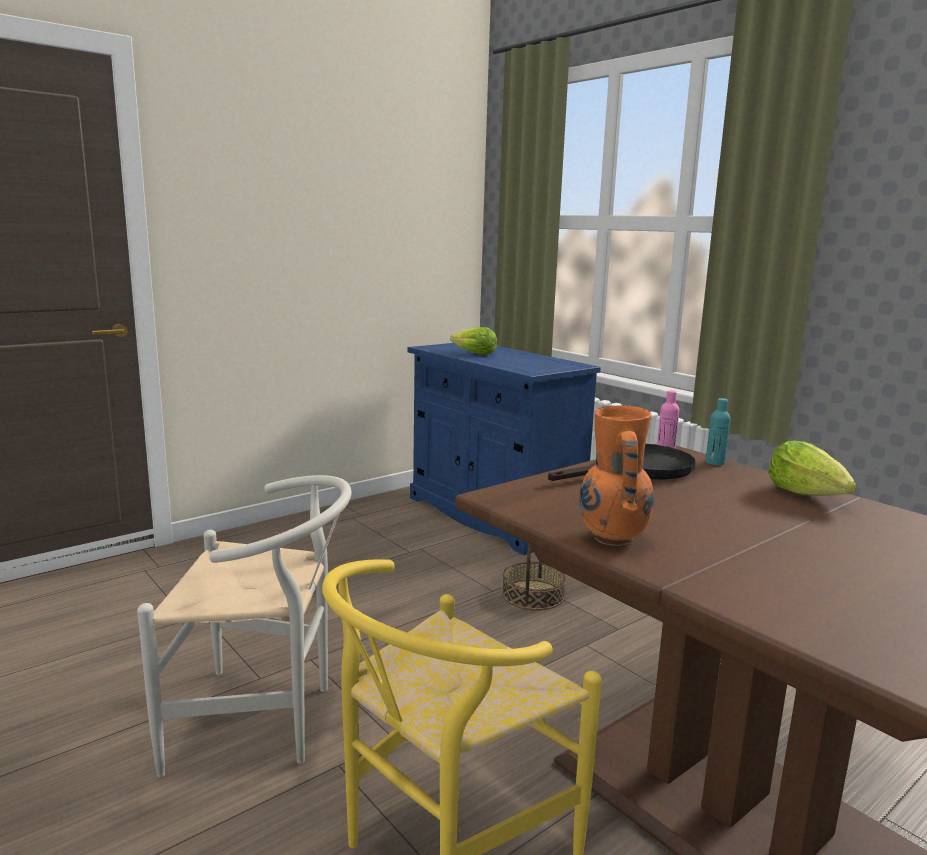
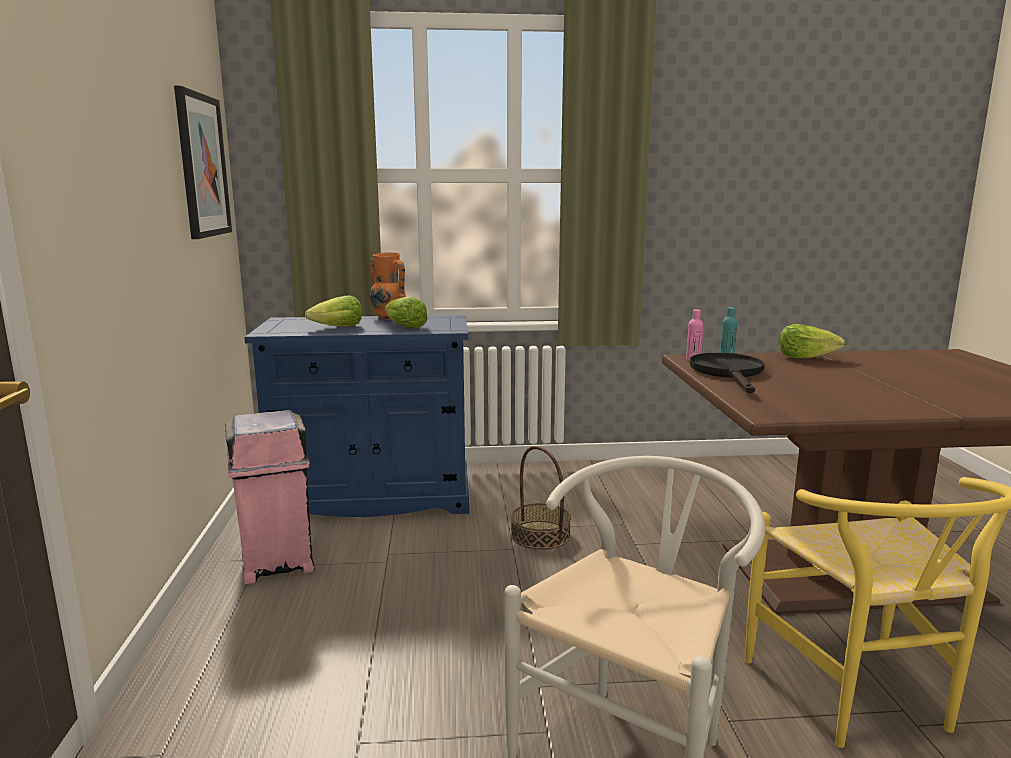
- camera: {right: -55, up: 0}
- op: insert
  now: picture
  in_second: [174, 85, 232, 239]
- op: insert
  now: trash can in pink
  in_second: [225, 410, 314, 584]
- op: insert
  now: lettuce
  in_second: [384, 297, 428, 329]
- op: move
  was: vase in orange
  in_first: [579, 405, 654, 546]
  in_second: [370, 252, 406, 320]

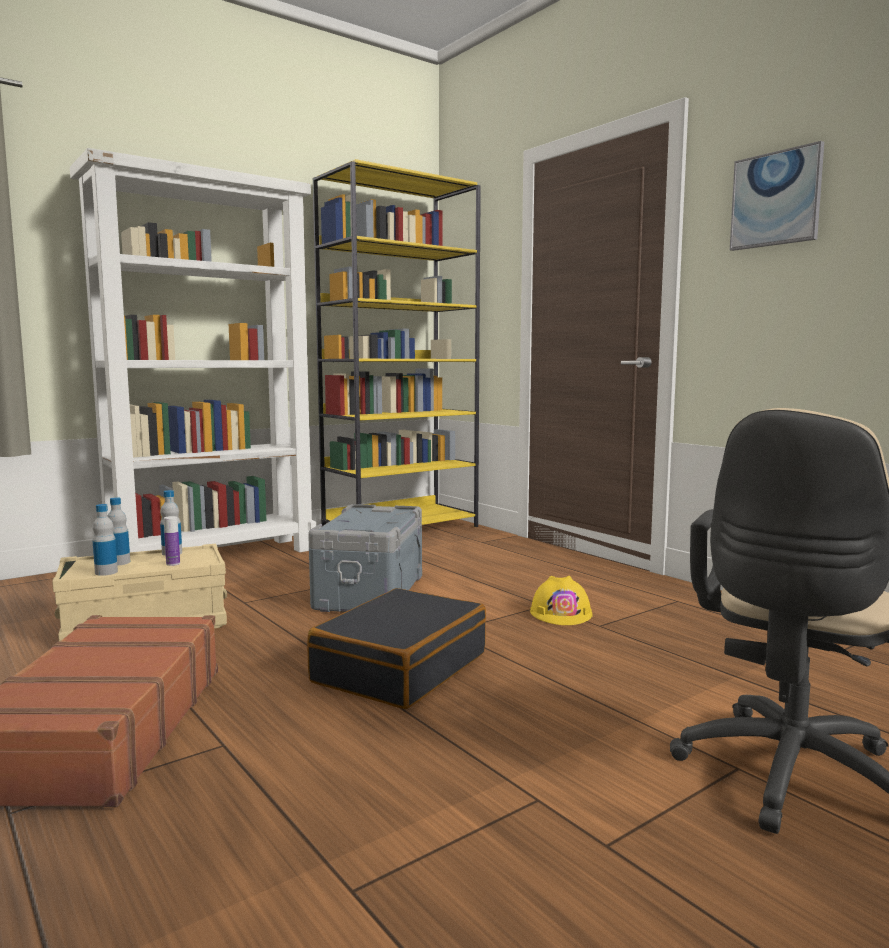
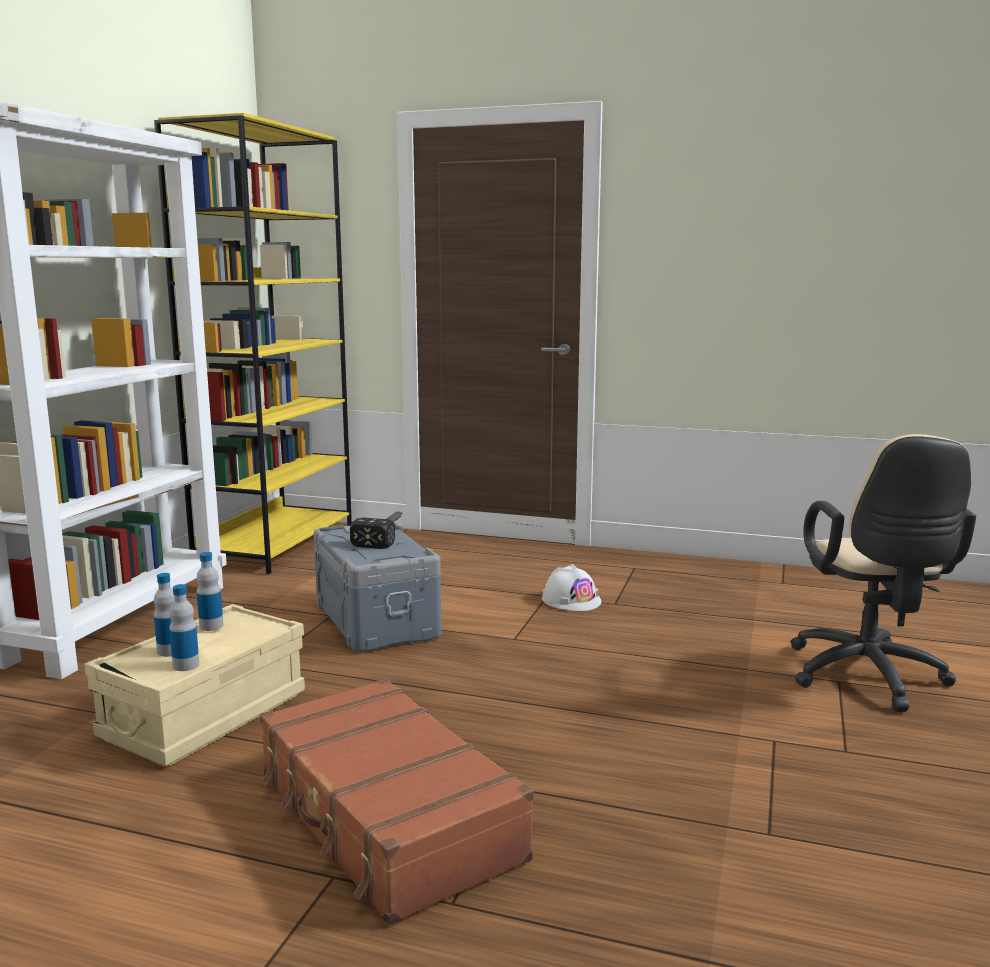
- camera: {right: -35, up: 5}
- op: delete
  was: bottle
  in_first: [164, 516, 180, 566]
- op: delete
  was: suitcase in black
  in_first: [307, 588, 486, 709]
- op: delete
  was: picture
  in_first: [730, 141, 824, 251]
- op: insert
  now: hammer
  in_second: [350, 511, 402, 549]
- op: recolor
  was: hard hat in yellow
  now: hard hat in white
  in_first: [530, 576, 593, 625]
  in_second: [542, 564, 601, 611]

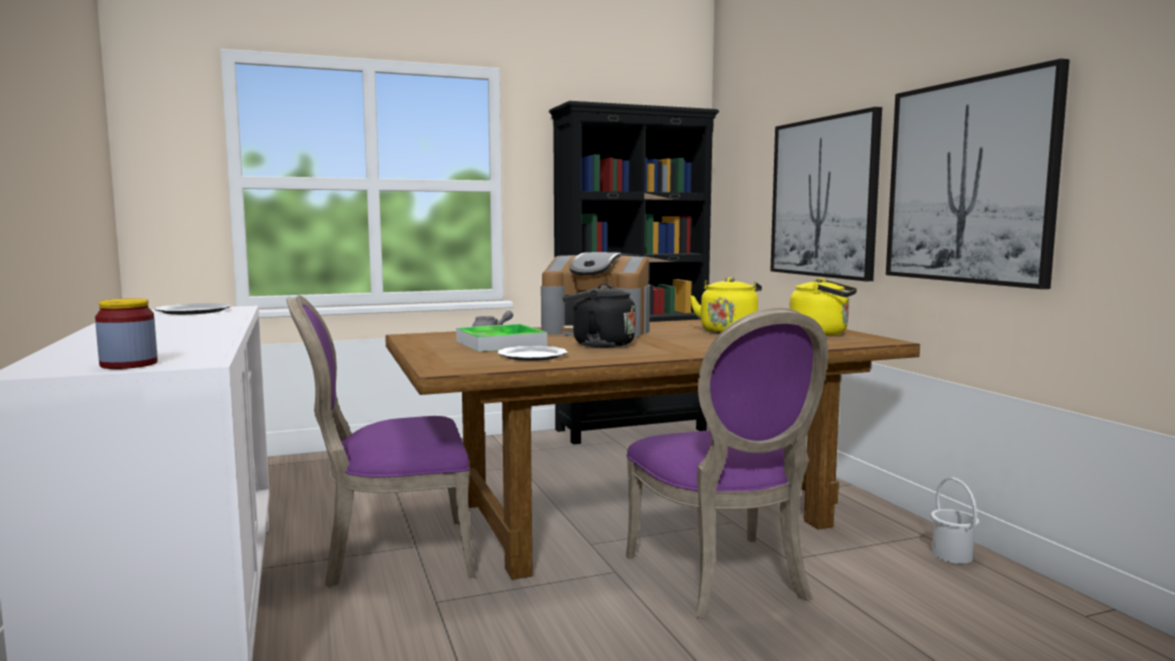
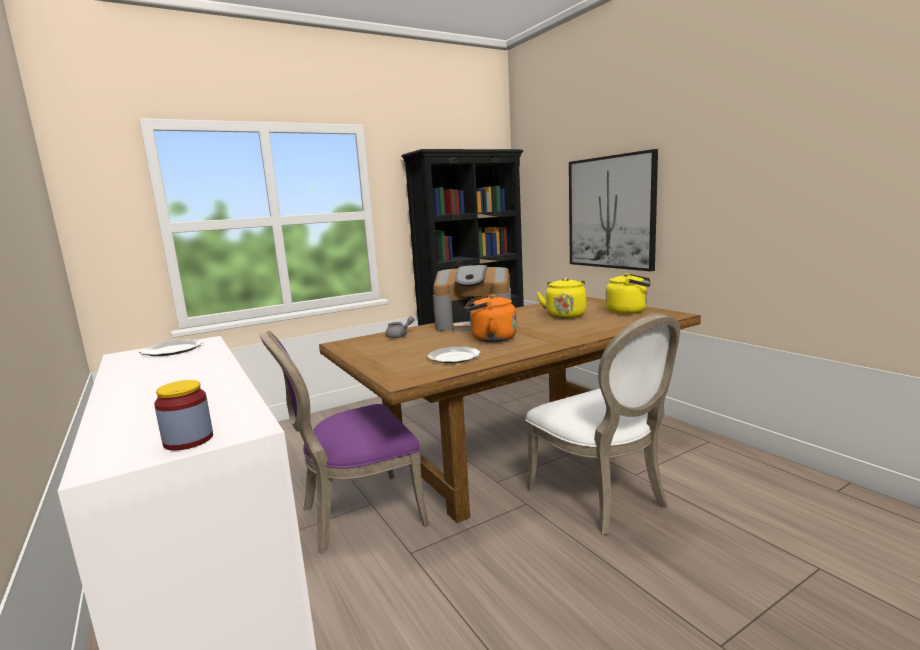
- camera: {right: -10, up: 5}
- op: delete
  was: tray
  in_first: [456, 324, 547, 352]
- op: delete
  was: picture
  in_first: [886, 58, 1070, 289]
- op: delete
  was: bucket in white
  in_first: [931, 477, 979, 564]
- op: recolor
  was: kettle in black
  now: kettle in orange
  in_first: [563, 284, 636, 348]
  in_second: [464, 294, 517, 343]
- op: recolor
  was: chair in purple
  now: chair in white
  in_first: [626, 308, 828, 619]
  in_second: [525, 313, 680, 535]

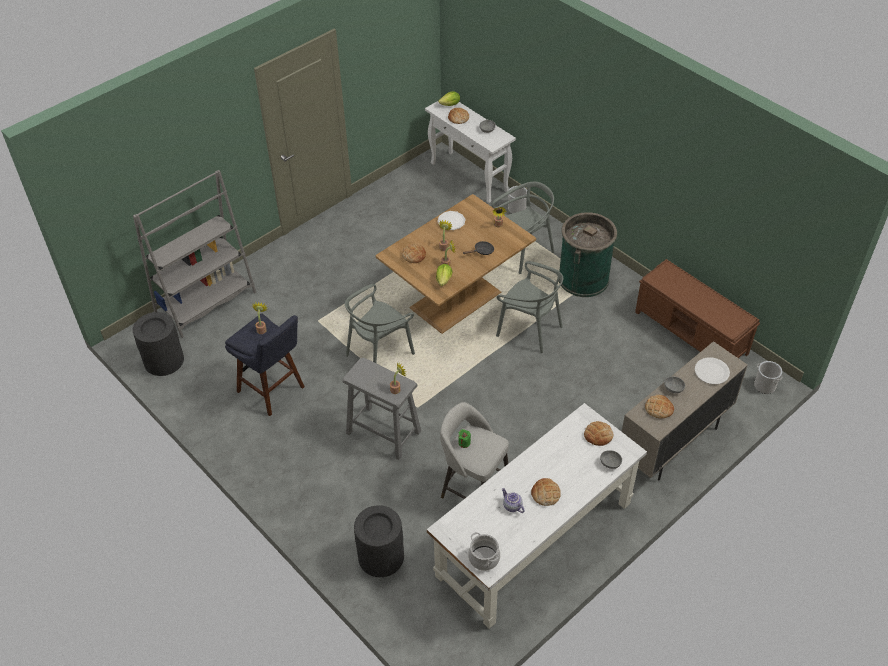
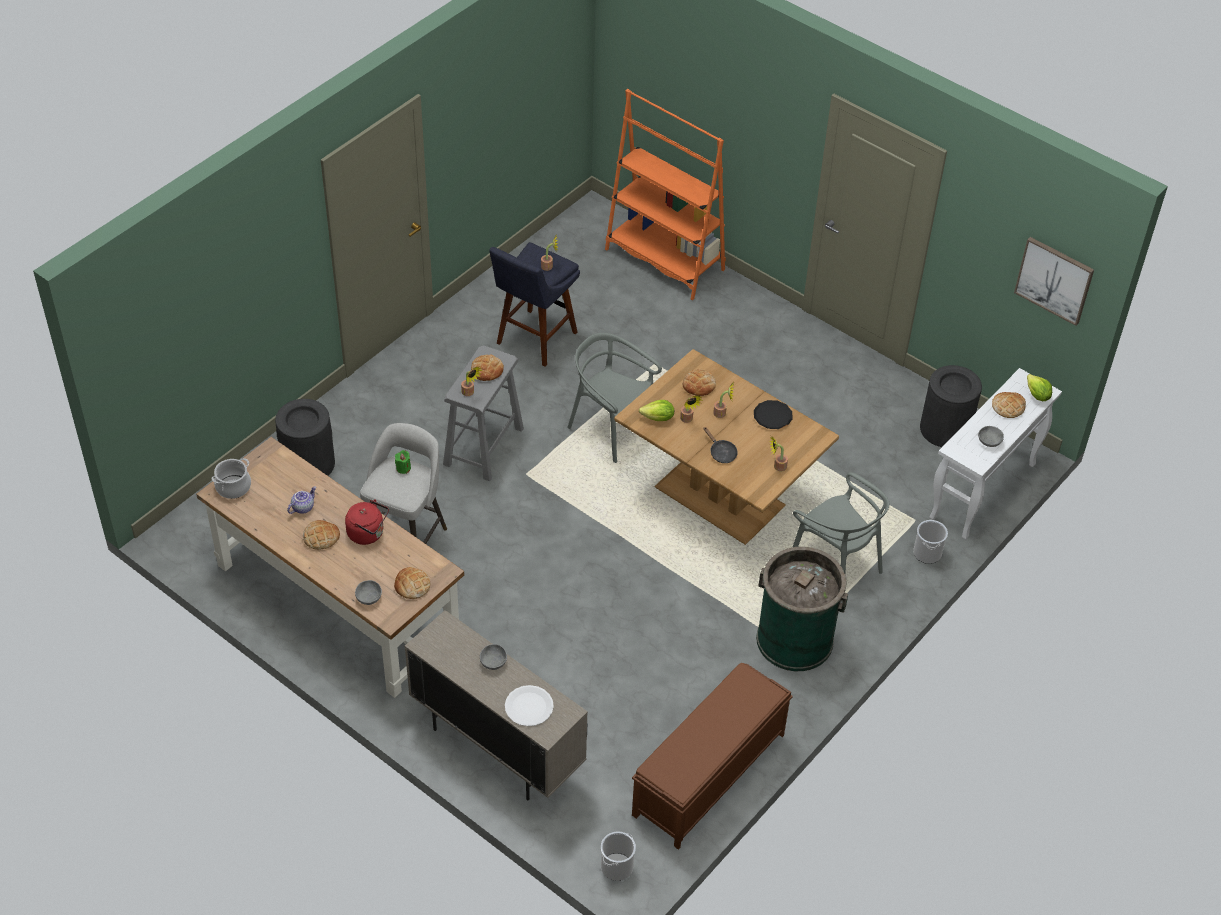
- camera: {right: 80, up: 0}
- op: delete
  was: chair in grey
  in_first: [496, 261, 563, 353]
- op: insert
  now: kettle in red
  in_second: [345, 499, 389, 545]
- op: insert
  now: picture
  in_second: [1014, 237, 1094, 326]
- op: move
  was: trash can in black
  in_first: [133, 312, 184, 376]
  in_second: [920, 365, 982, 447]
- op: move
  was: bread
  in_first: [645, 395, 674, 418]
  in_second: [471, 354, 504, 381]
- op: recolor
  was: bookcase in grey
  now: bookcase in orange
  in_first: [133, 170, 256, 338]
  in_second: [605, 89, 726, 300]
- op: recolor
  was: desk in white
  now: desk in brown
  in_first: [427, 403, 647, 629]
  in_second: [196, 437, 464, 698]
- op: recolor
  was: plate in white
  now: plate in black
  in_first: [437, 211, 466, 230]
  in_second: [754, 400, 793, 429]

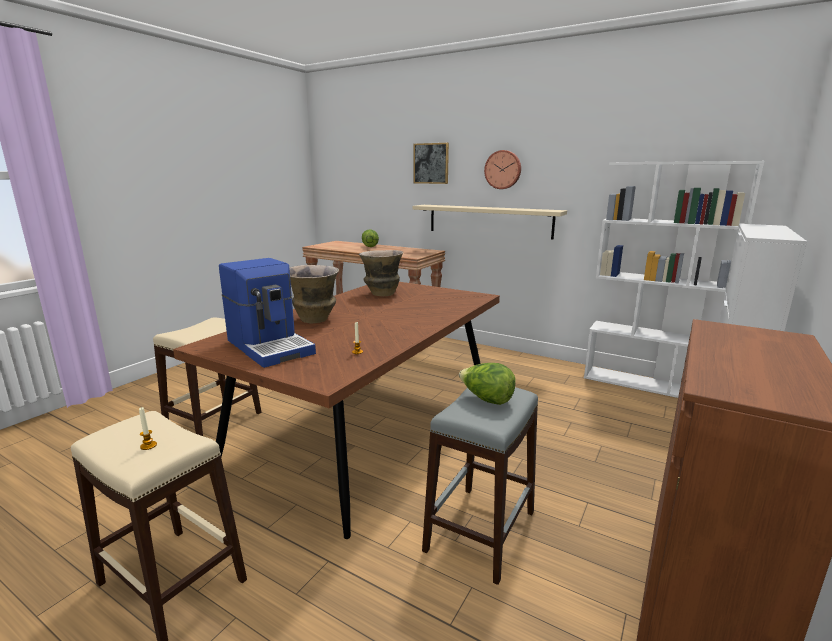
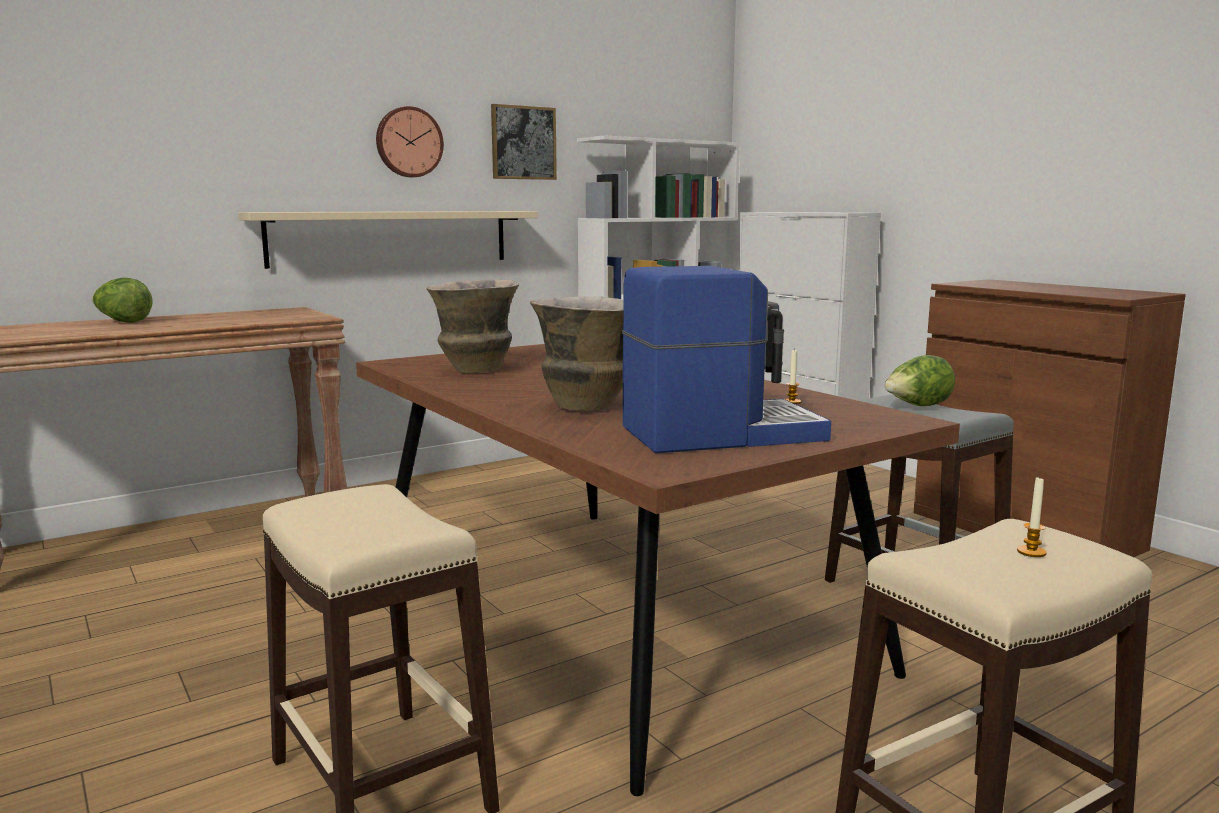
- camera: {right: -65, up: -5}
- op: move
  was: picture
  in_first: [414, 143, 449, 184]
  in_second: [491, 104, 557, 180]

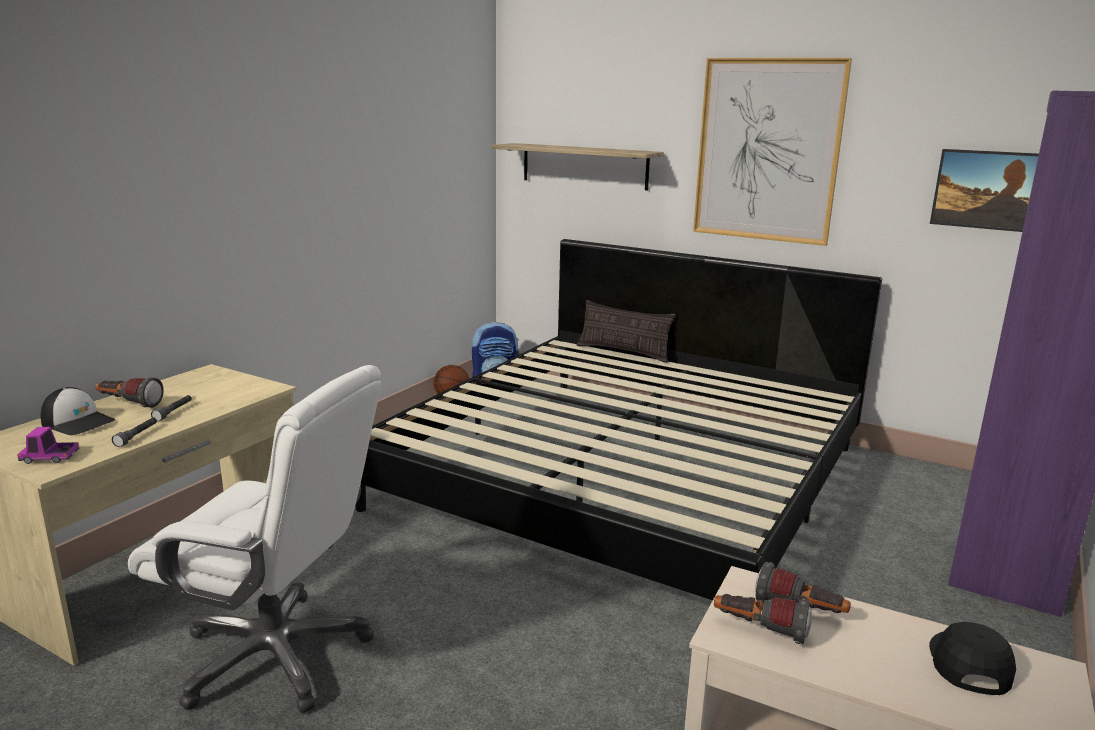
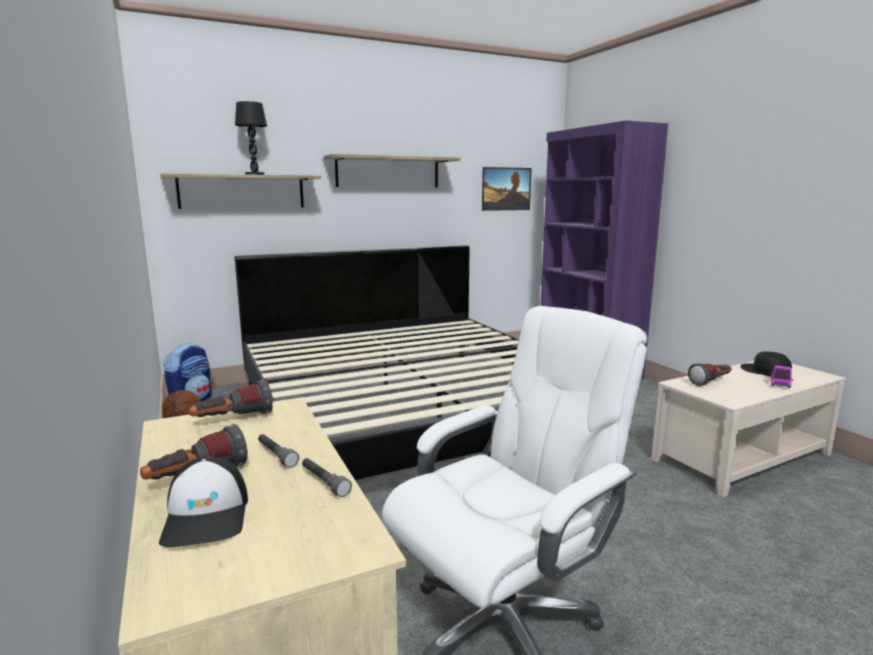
- camera: {right: -55, up: -5}
- op: delete
  was: pillow
  in_first: [577, 300, 676, 363]
- op: insert
  now: table lamp in black
  in_second: [235, 101, 267, 175]
- op: move
  was: toy truck
  in_first: [17, 427, 80, 464]
  in_second: [770, 365, 793, 388]
- op: move
  was: flashlight
  in_first: [714, 594, 812, 644]
  in_second: [189, 380, 273, 417]
- op: replace
  was: picture
  now: shelf
  in_first: [693, 58, 852, 246]
  in_second: [324, 154, 461, 187]
- op: rotate
  was: cap
  in_first: [41, 387, 116, 435]
  in_second: [159, 457, 248, 547]
  clockwise: 105

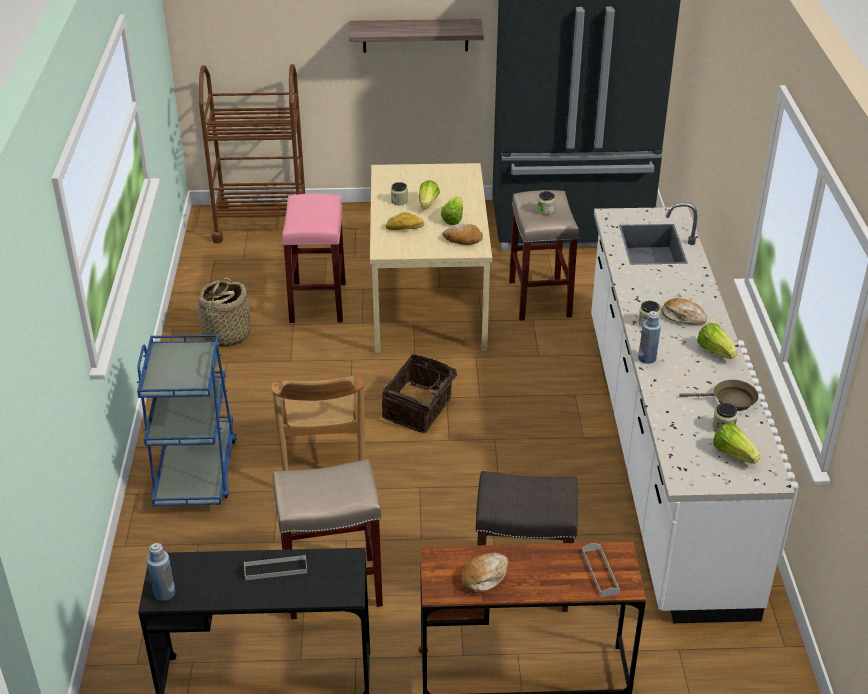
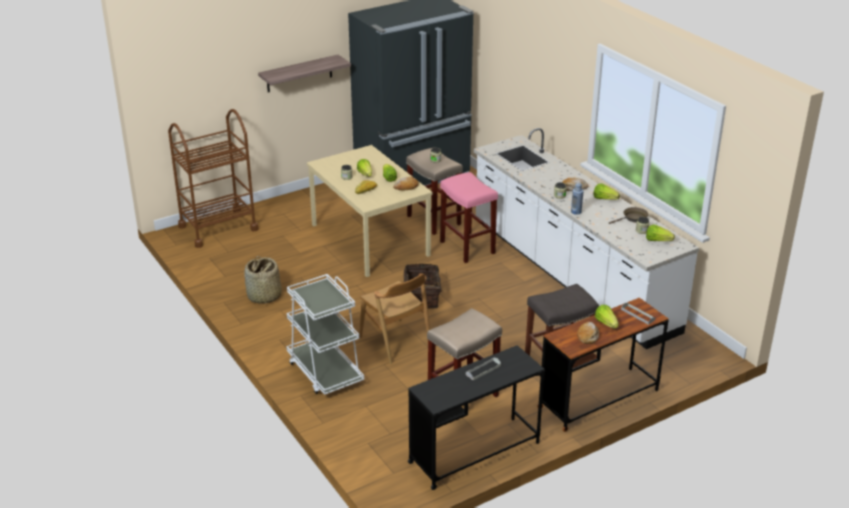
- camera: {right: -30, up: -5}
- op: delete
  was: bottle in blue
  in_first: [147, 543, 175, 601]
- op: insert
  now: lettuce
  in_second: [595, 305, 619, 329]
- op: move
  was: stool in pink
  in_first: [282, 194, 346, 323]
  in_second: [440, 172, 498, 263]
- op: recolor
  was: cart in blue
  now: cart in white
  in_first: [137, 335, 237, 506]
  in_second: [287, 274, 364, 395]

